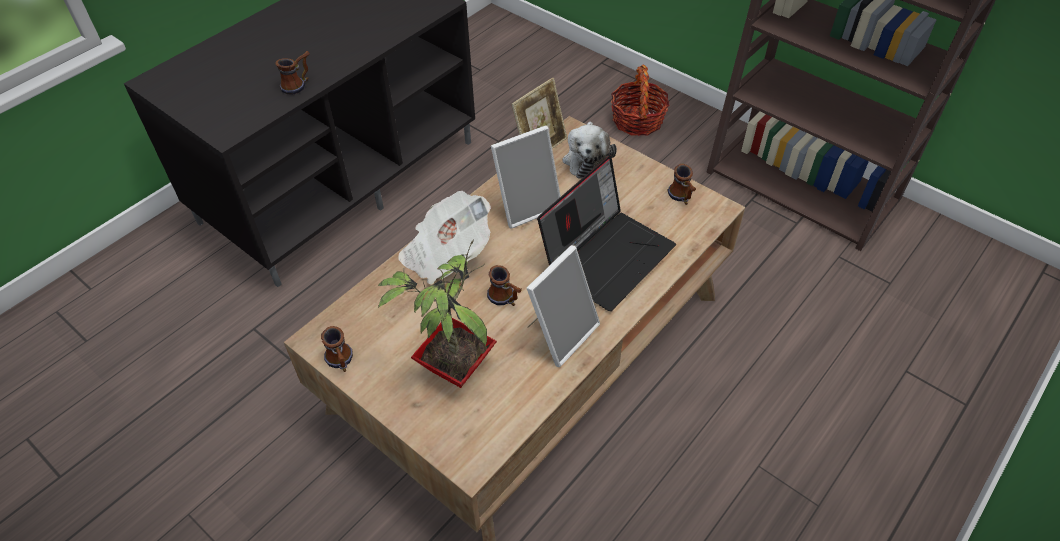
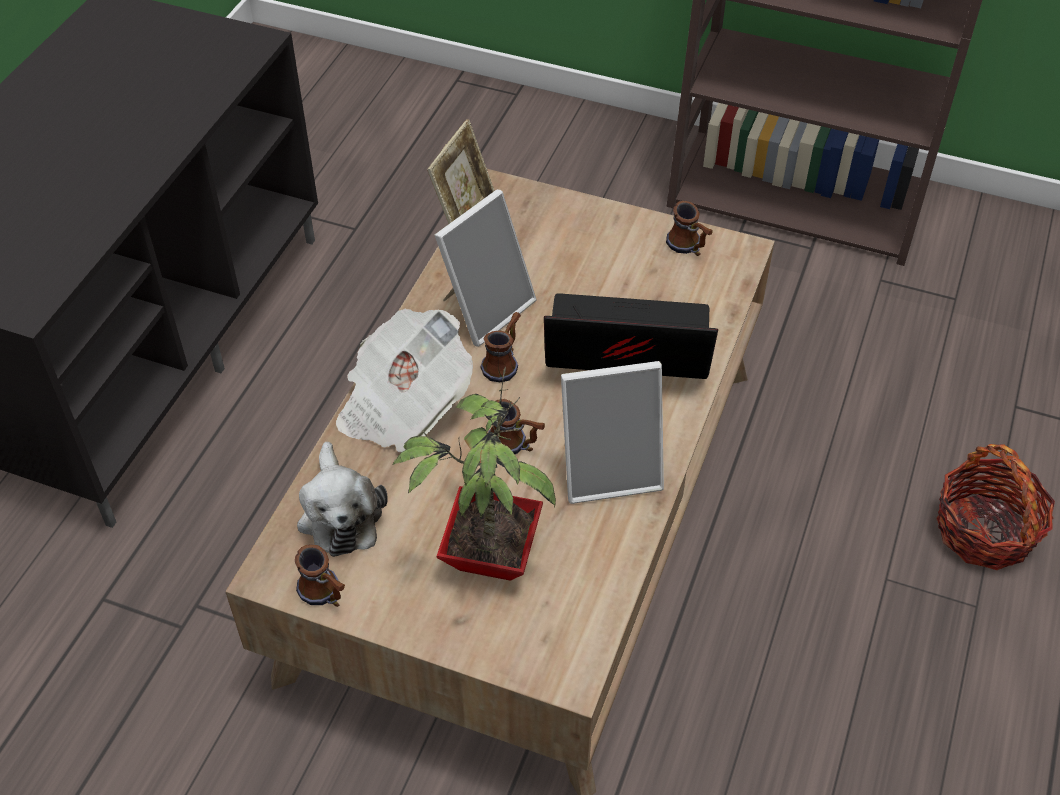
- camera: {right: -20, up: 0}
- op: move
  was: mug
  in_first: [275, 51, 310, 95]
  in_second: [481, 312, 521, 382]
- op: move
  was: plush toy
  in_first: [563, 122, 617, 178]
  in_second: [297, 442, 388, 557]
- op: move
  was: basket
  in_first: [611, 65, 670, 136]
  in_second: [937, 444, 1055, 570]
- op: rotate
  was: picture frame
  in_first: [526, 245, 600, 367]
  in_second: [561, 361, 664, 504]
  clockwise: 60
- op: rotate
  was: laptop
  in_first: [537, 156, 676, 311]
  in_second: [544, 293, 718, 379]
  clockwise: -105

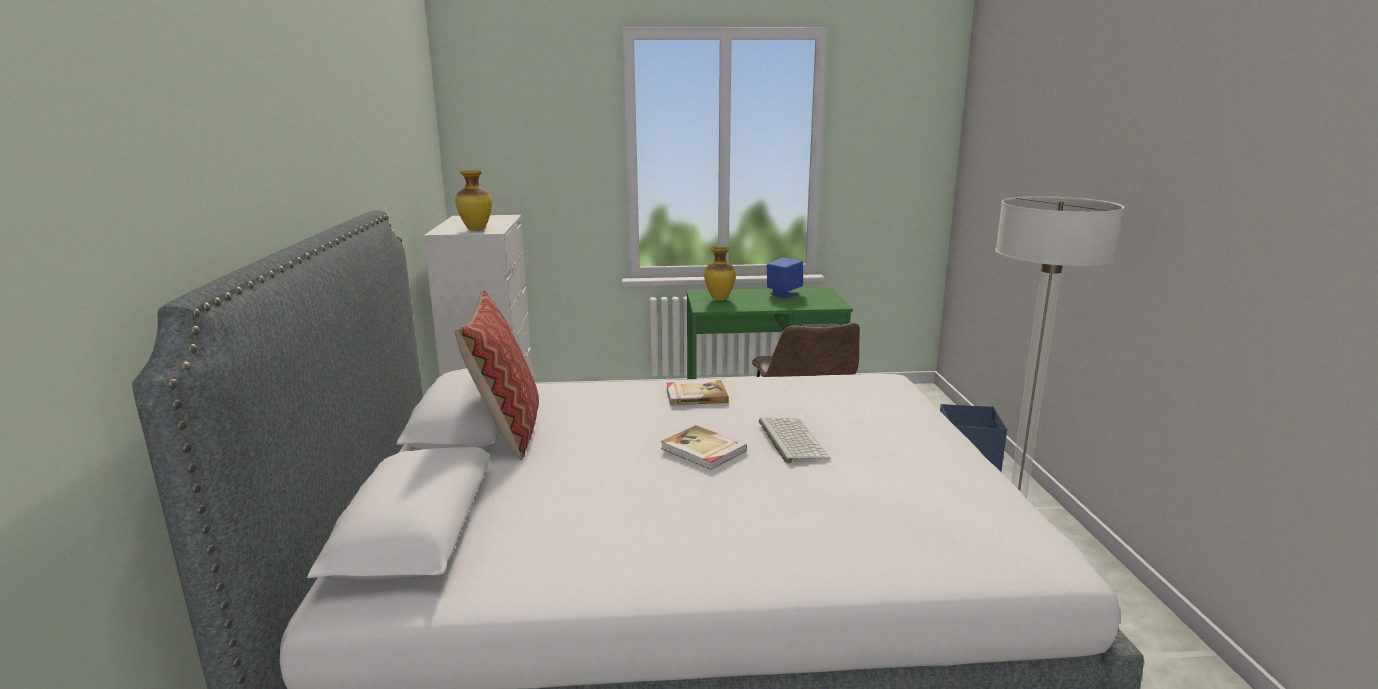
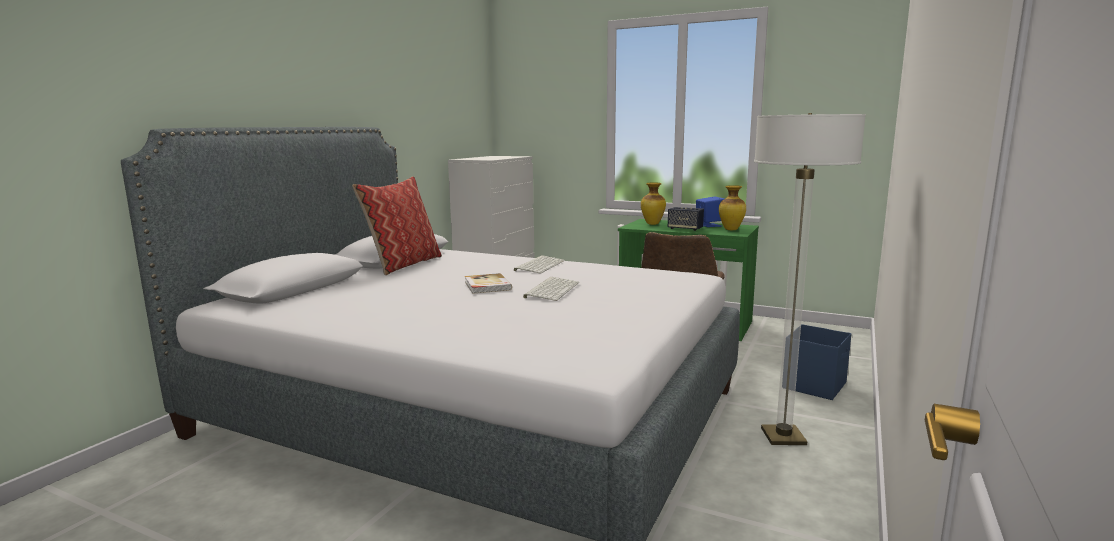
- camera: {right: 30, up: -5}
- op: insert
  now: speaker
  in_second: [668, 207, 704, 231]
- op: move
  was: vase
  in_first: [455, 170, 492, 231]
  in_second: [719, 185, 746, 230]
- op: replace
  was: book
  now: keyboard
  in_first: [666, 380, 729, 406]
  in_second: [514, 256, 565, 274]

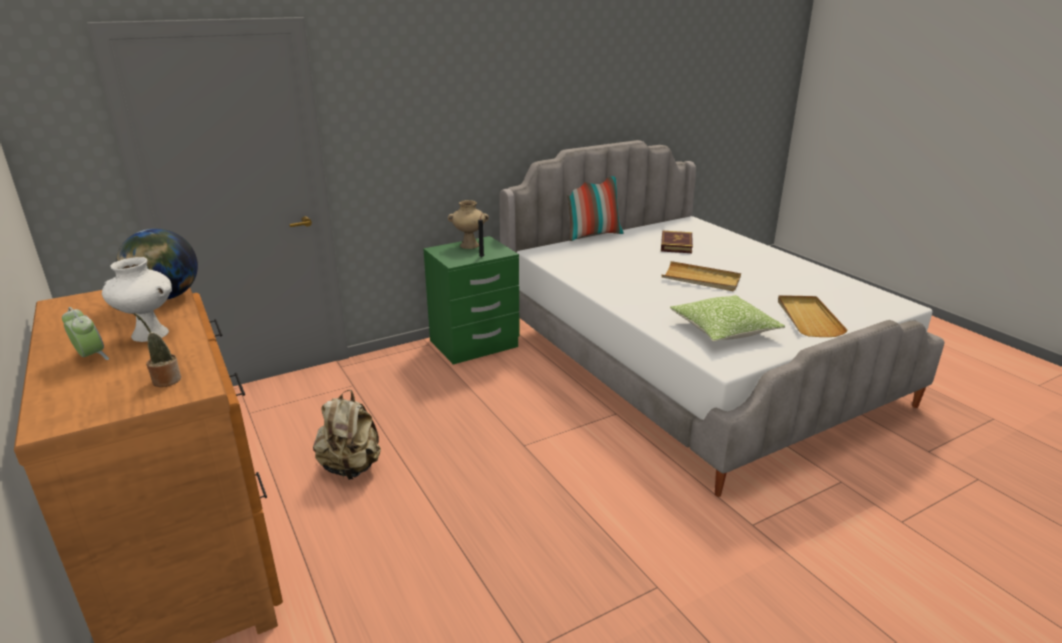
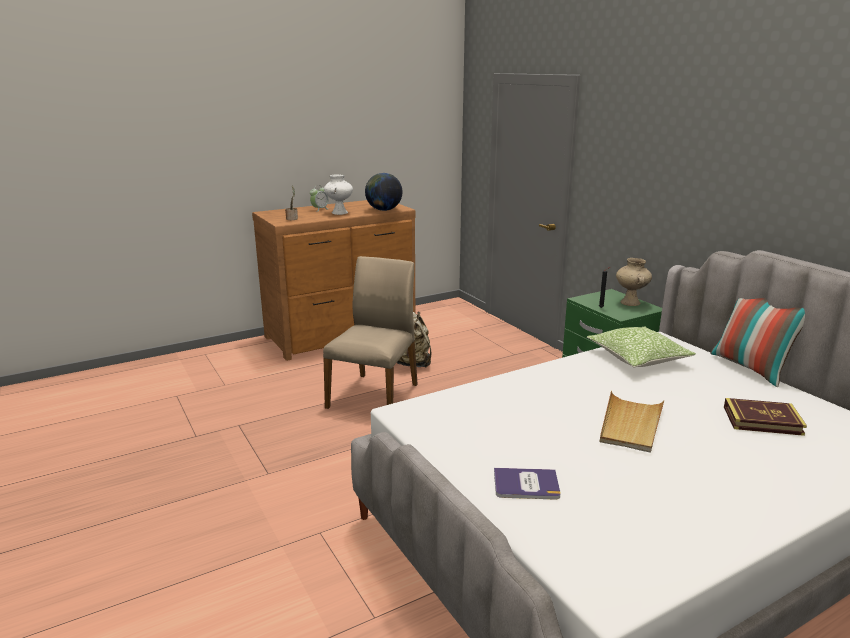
- camera: {right: 90, up: -5}
- op: insert
  now: chair in beige
  in_second: [323, 256, 418, 409]
- op: move
  was: pillow
  in_first: [670, 295, 785, 342]
  in_second: [587, 327, 696, 368]
- op: replace
  was: tray in beige
  now: book
  in_first: [778, 295, 848, 337]
  in_second: [494, 468, 561, 500]

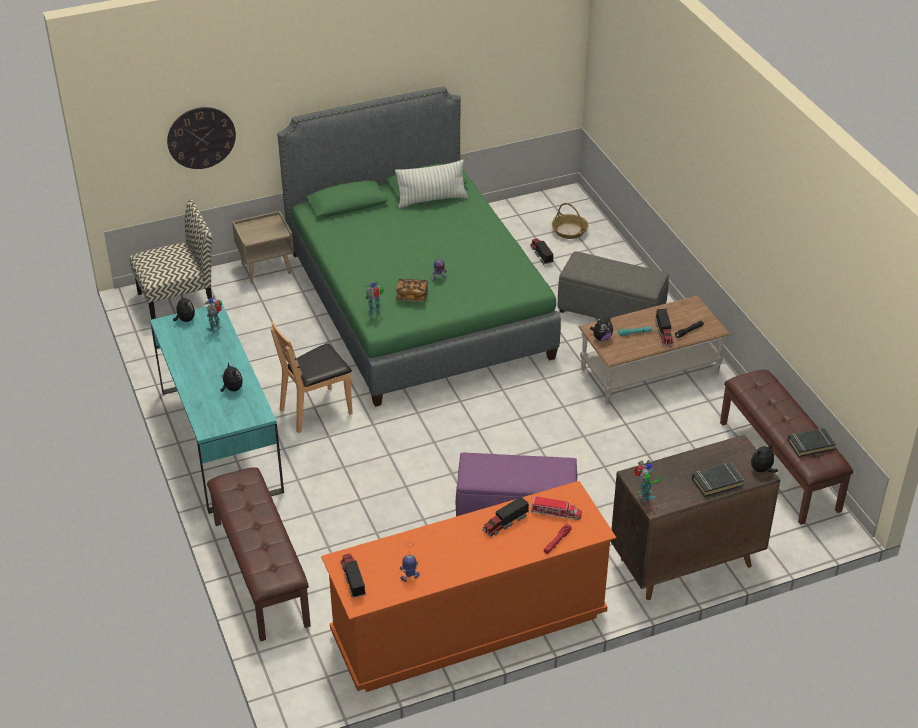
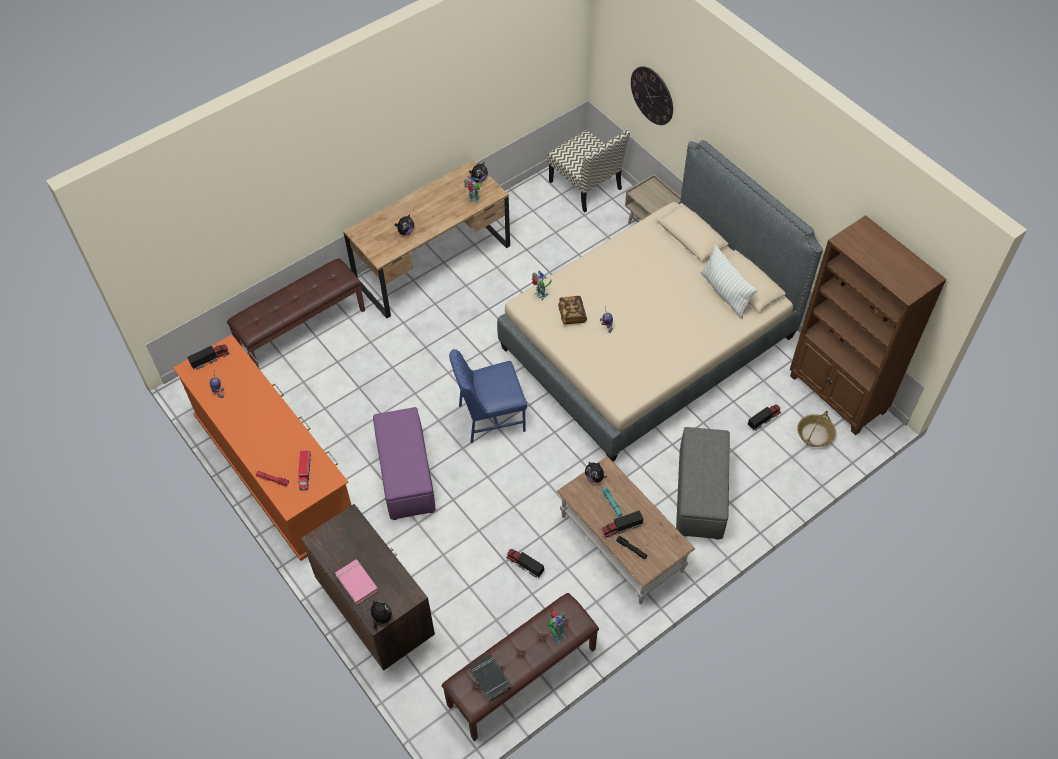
- camera: {right: 75, up: 15}
- op: delete
  was: chair in brown
  in_first: [270, 321, 352, 433]
- op: insert
  now: chair in blue
  in_second: [449, 349, 527, 443]
- op: insert
  now: bookcase in brown
  in_second: [790, 215, 947, 435]
- op: move
  was: toy truck
  in_first: [482, 497, 529, 537]
  in_second: [506, 549, 544, 578]
- op: move
  was: toy robot
  in_first: [634, 460, 662, 502]
  in_second: [548, 610, 568, 644]
- op: recolor
  was: desk in turquoise
  now: desk in brown
  in_first: [150, 303, 284, 514]
  in_second: [343, 160, 510, 319]
- op: recolor
  was: bed in green
  now: bed in beige
  in_first: [277, 86, 561, 407]
  in_second: [497, 140, 823, 461]
- op: recolor
  was: book in black
  now: book in pink
  in_first: [692, 463, 744, 497]
  in_second: [335, 559, 378, 605]

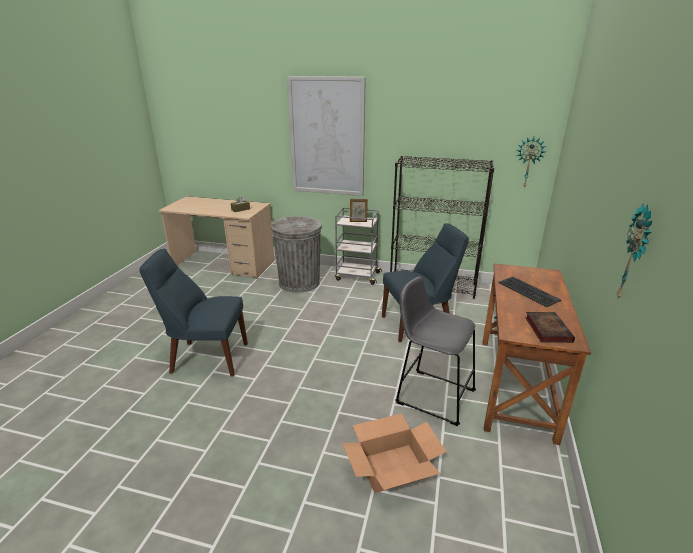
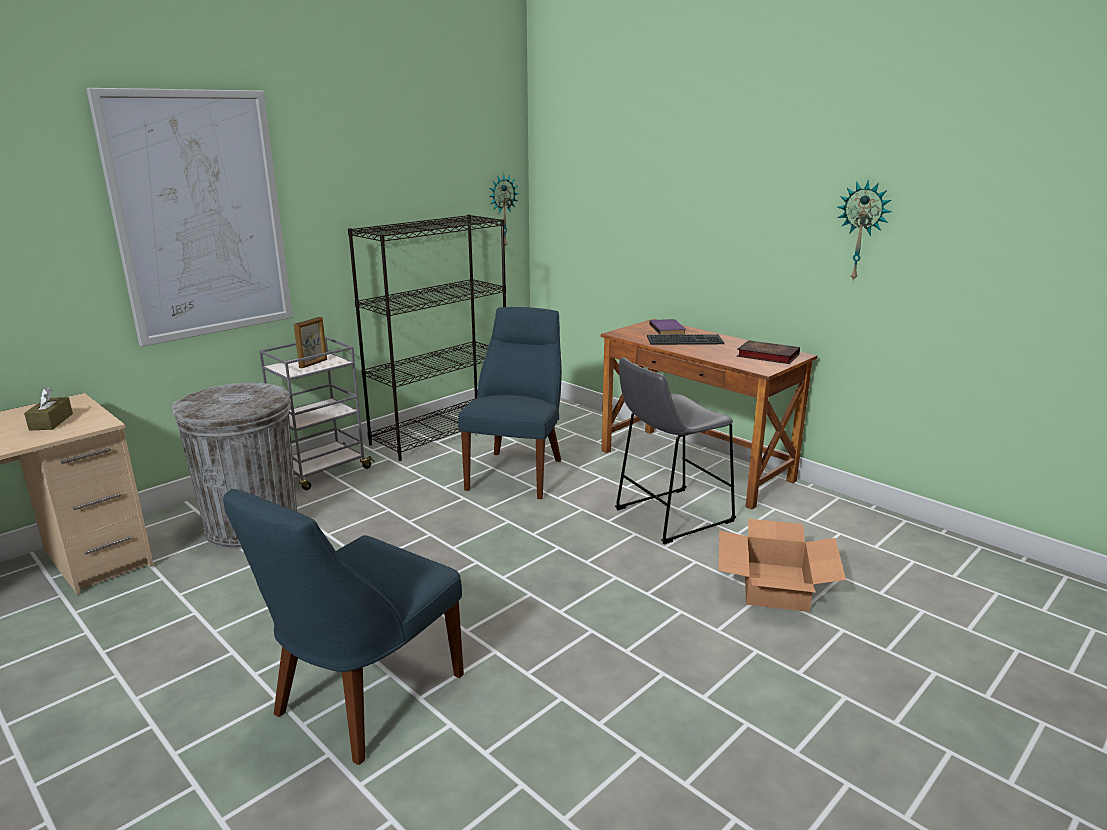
- camera: {right: -60, up: -5}
- op: insert
  now: book in purple
  in_second: [649, 319, 686, 335]

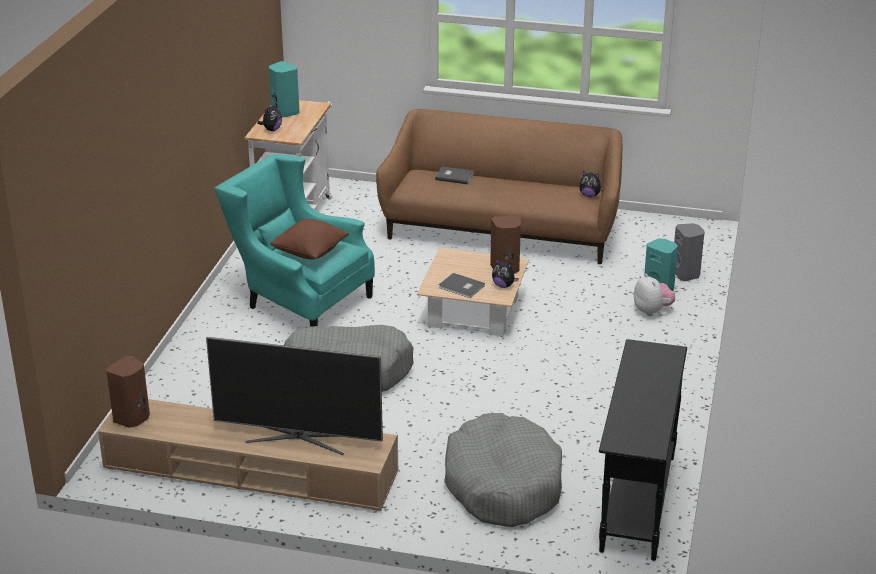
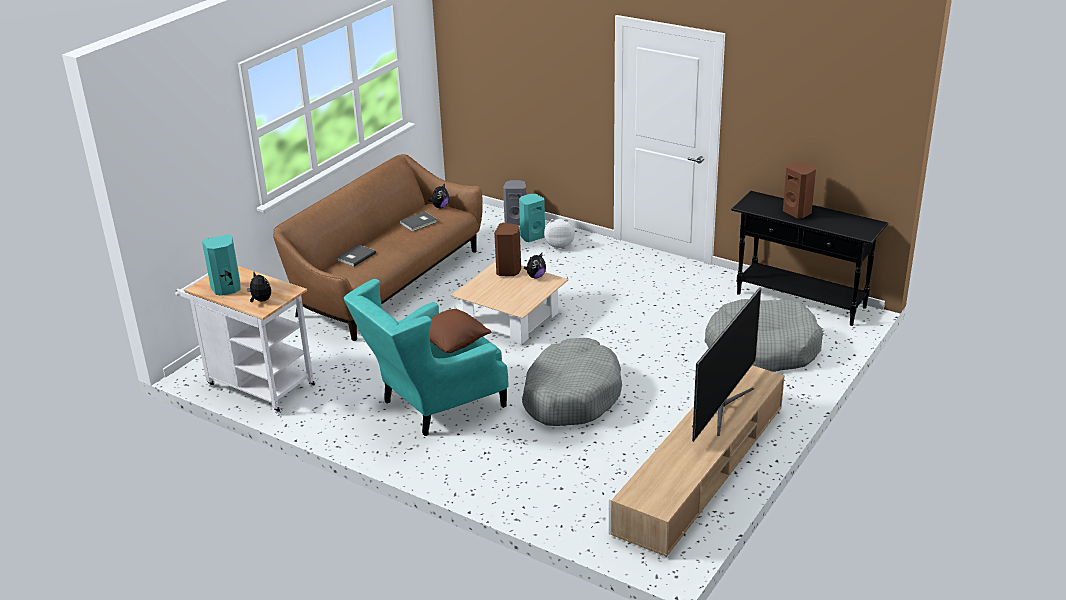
- camera: {right: -70, up: 0}
- op: move
  was: speaker in brown
  in_first: [106, 356, 150, 428]
  in_second: [783, 162, 816, 218]
- op: move
  was: book in grey
  in_first: [439, 273, 485, 298]
  in_second: [399, 211, 437, 231]

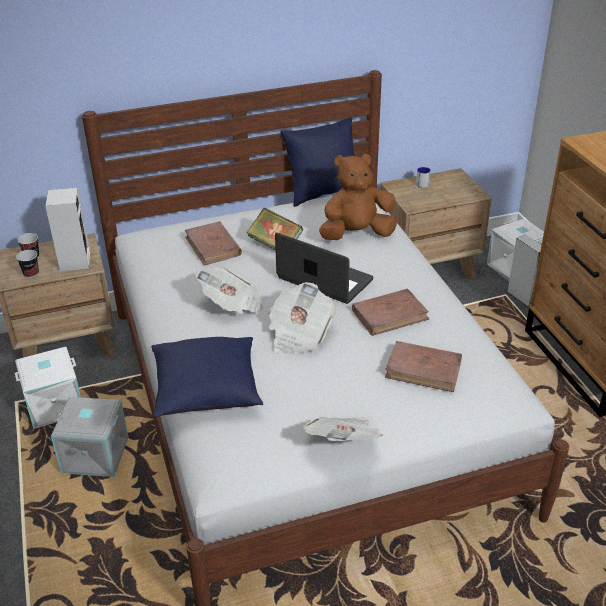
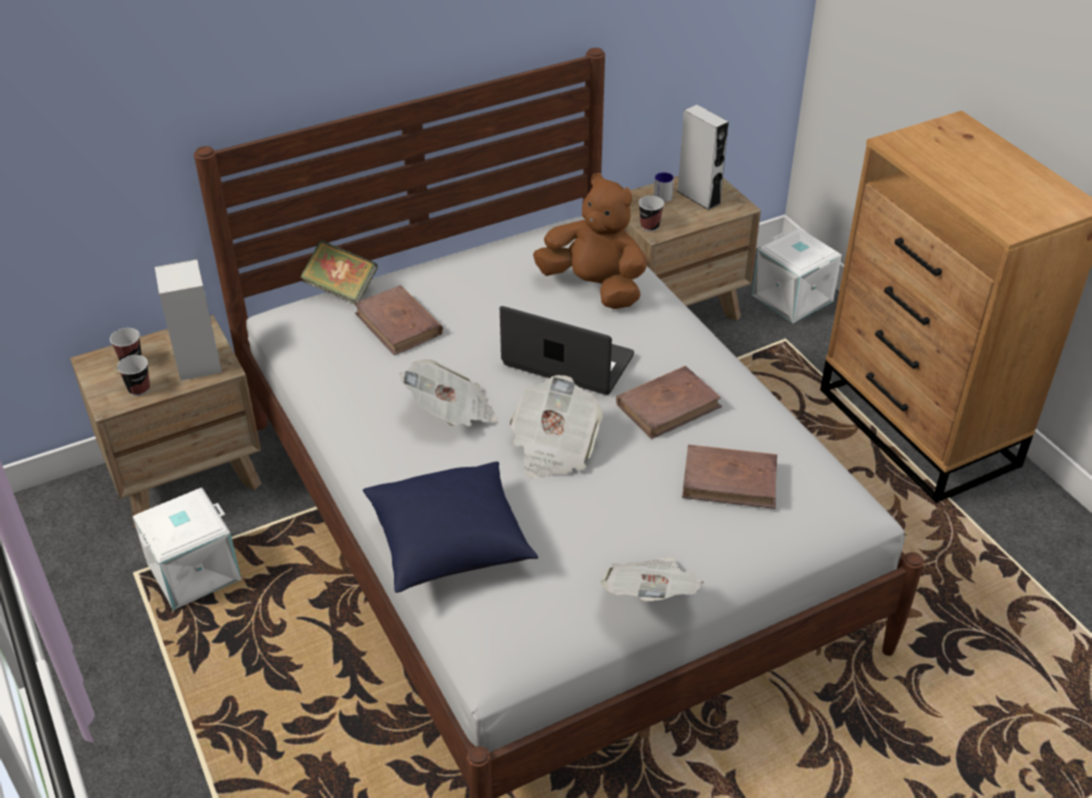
- camera: {right: -10, up: 5}
- op: delete
  was: storage box in grey
  in_first: [51, 397, 128, 477]
- op: delete
  was: pillow in blue
  in_first: [280, 118, 355, 207]
- op: insert
  now: cup
  in_second: [639, 196, 664, 232]
- op: move
  was: book
  in_first: [246, 208, 303, 250]
  in_second: [300, 240, 378, 303]
- op: move
  was: speaker in grey
  in_first: [508, 234, 541, 308]
  in_second: [677, 104, 729, 210]
- op: rotate
  was: plush toy in brown
  in_first: [319, 154, 397, 240]
  in_second: [533, 173, 647, 309]
  clockwise: 60

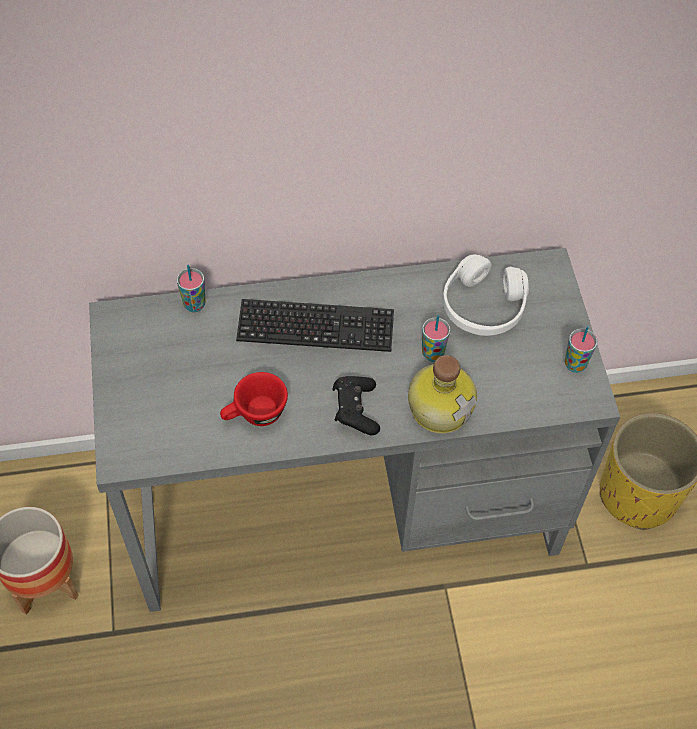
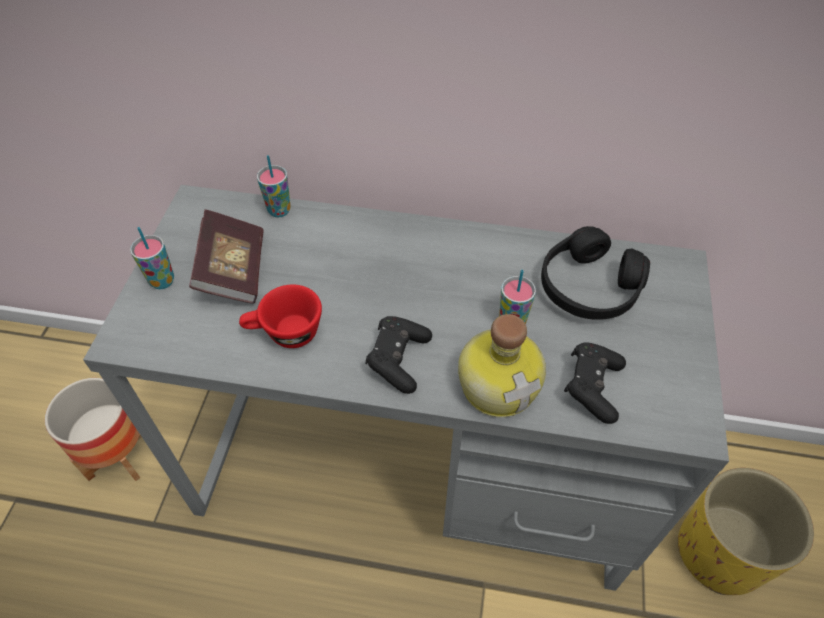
- camera: {right: 20, up: -5}
- op: delete
  was: keyboard
  in_first: [236, 299, 394, 352]
- op: insert
  now: book
  in_second: [189, 209, 264, 304]
- op: insert
  now: game controller in black
  in_second: [564, 342, 626, 424]
- op: move
  was: cup
  in_first: [565, 326, 597, 373]
  in_second: [130, 227, 174, 289]
- op: recolor
  was: headphones in white
  now: headphones in black
  in_first: [443, 254, 529, 336]
  in_second: [541, 226, 650, 320]

